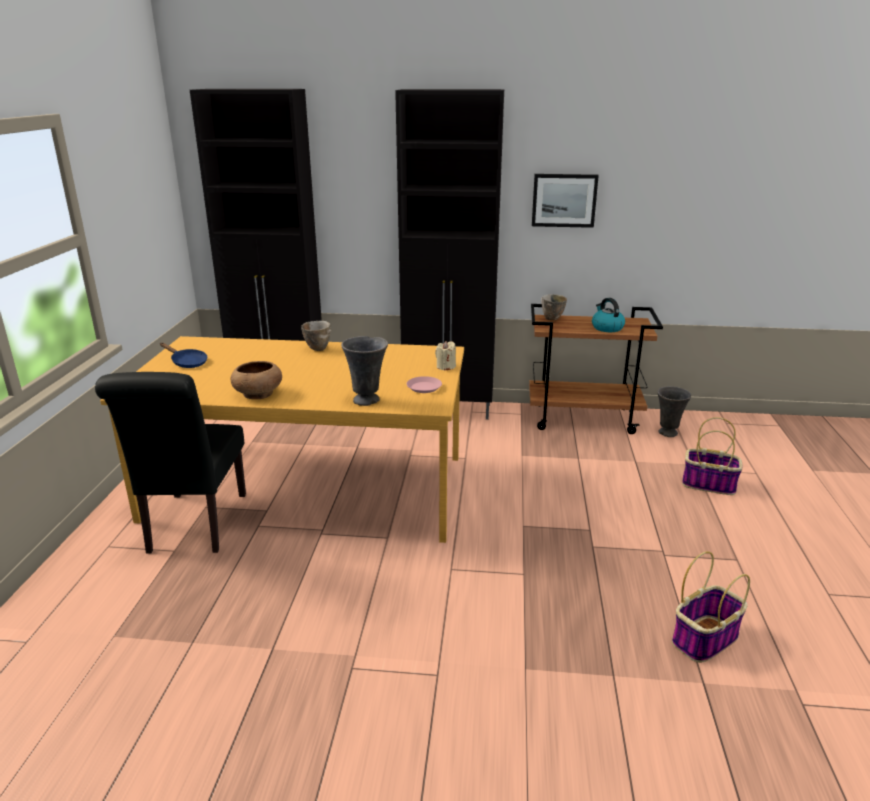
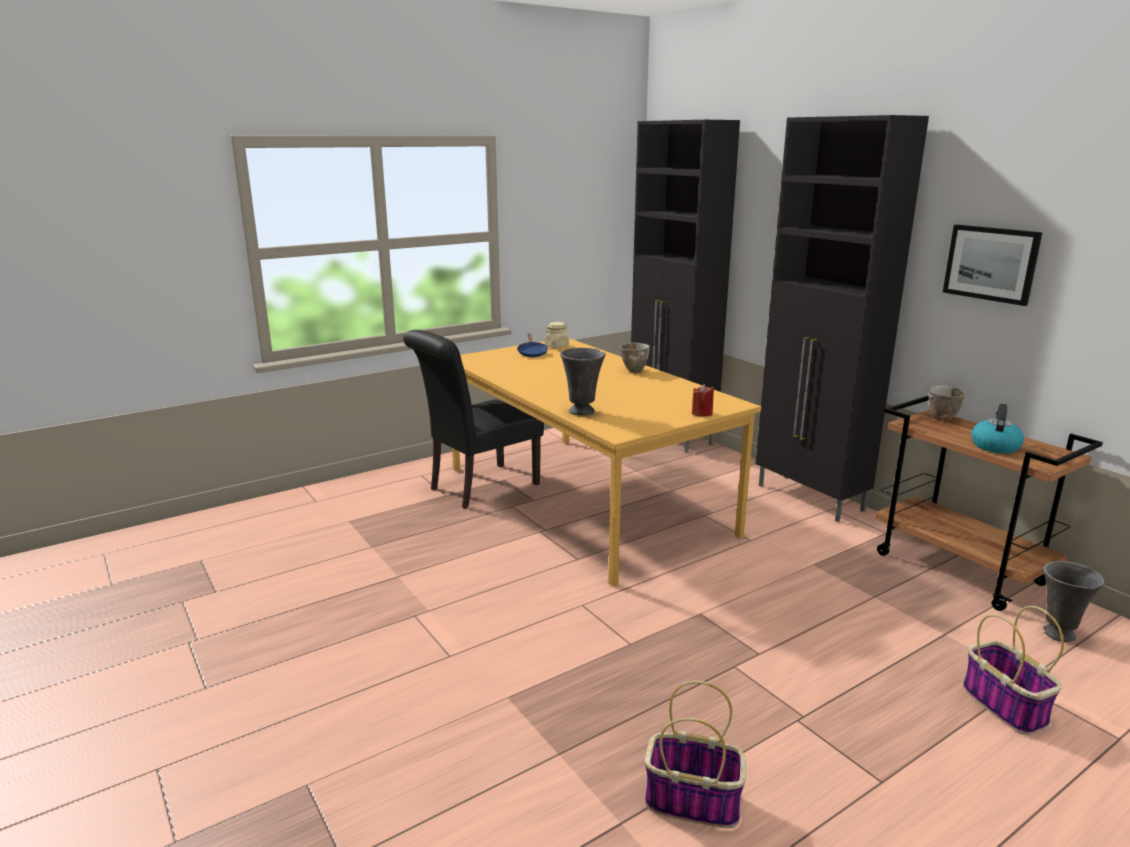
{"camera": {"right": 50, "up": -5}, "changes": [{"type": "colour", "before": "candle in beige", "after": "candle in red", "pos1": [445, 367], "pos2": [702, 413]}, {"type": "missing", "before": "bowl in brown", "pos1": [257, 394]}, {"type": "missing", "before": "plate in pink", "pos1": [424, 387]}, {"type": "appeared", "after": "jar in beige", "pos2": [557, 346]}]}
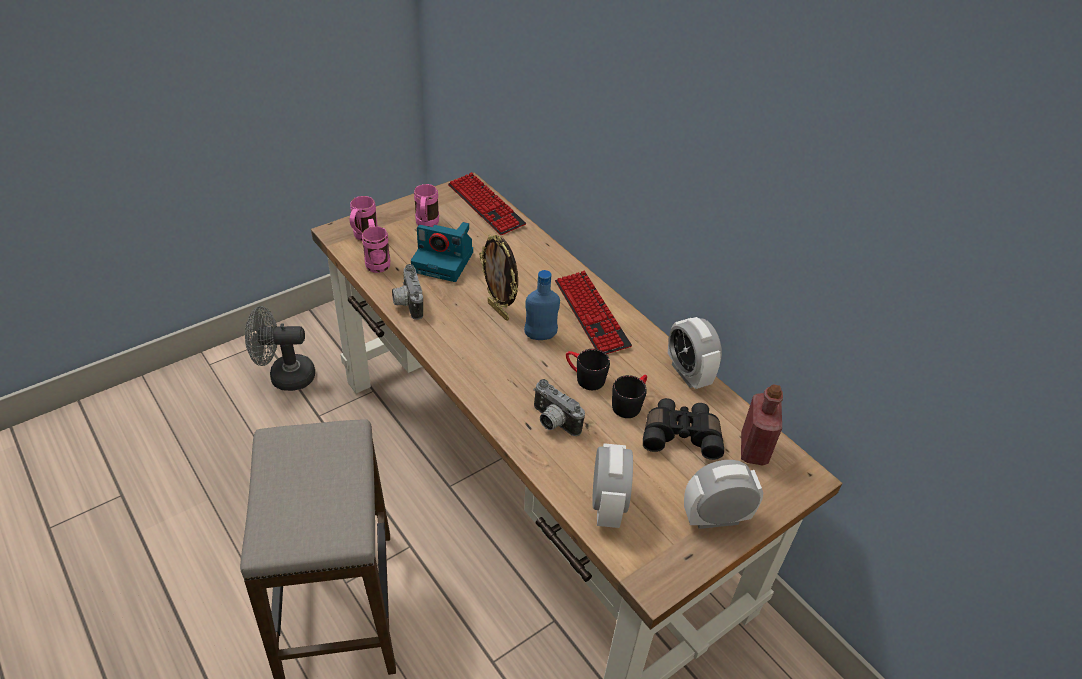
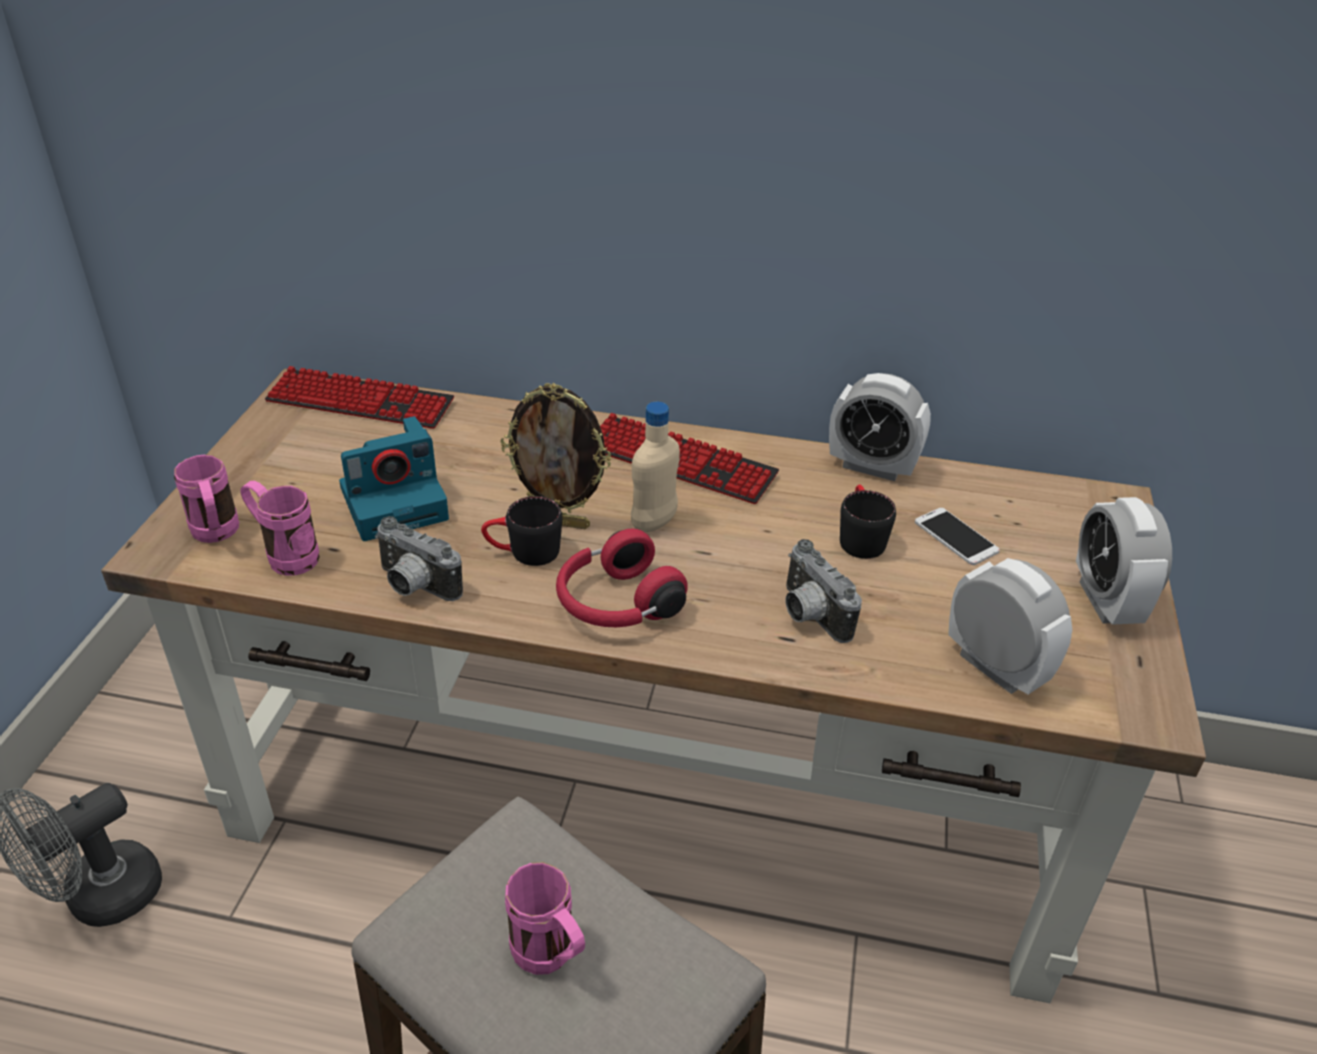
{"camera": {"right": -40, "up": -5}, "changes": [{"type": "relocated", "before": "mug in pink", "pos1": [426, 225], "pos2": [551, 959]}, {"type": "colour", "before": "bottle in blue", "after": "bottle in beige", "pos1": [540, 336], "pos2": [654, 523]}, {"type": "relocated", "before": "mug in black", "pos1": [584, 377], "pos2": [523, 552]}, {"type": "spun", "before": "photo camera", "pos1": [552, 422], "pos2": [809, 615], "turn": 60}, {"type": "missing", "before": "bottle in red", "pos1": [754, 449]}, {"type": "exchanged", "before": "binoculars in black", "after": "phone", "pos1": [681, 435], "pos2": [956, 537]}, {"type": "spun", "before": "alarm clock", "pos1": [715, 518], "pos2": [1105, 601], "turn": -45}, {"type": "appeared", "after": "headphones in red", "pos2": [616, 604]}]}
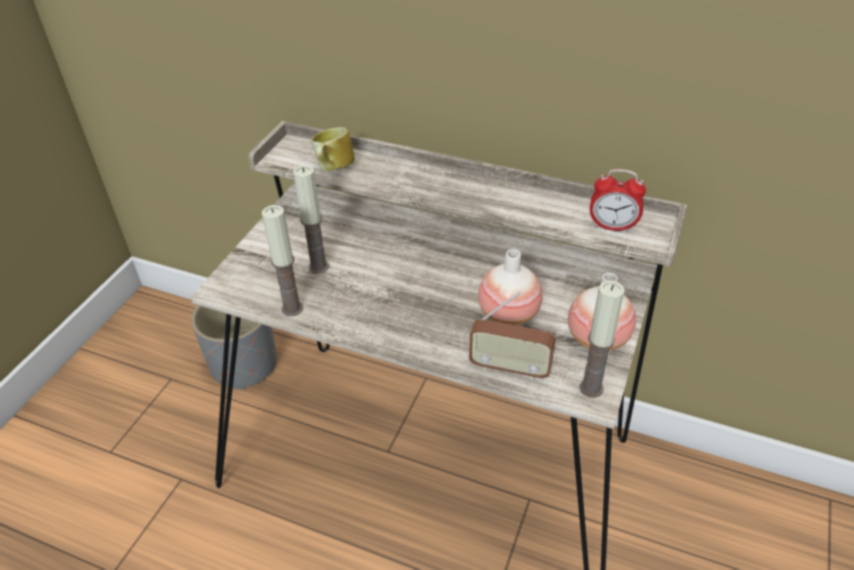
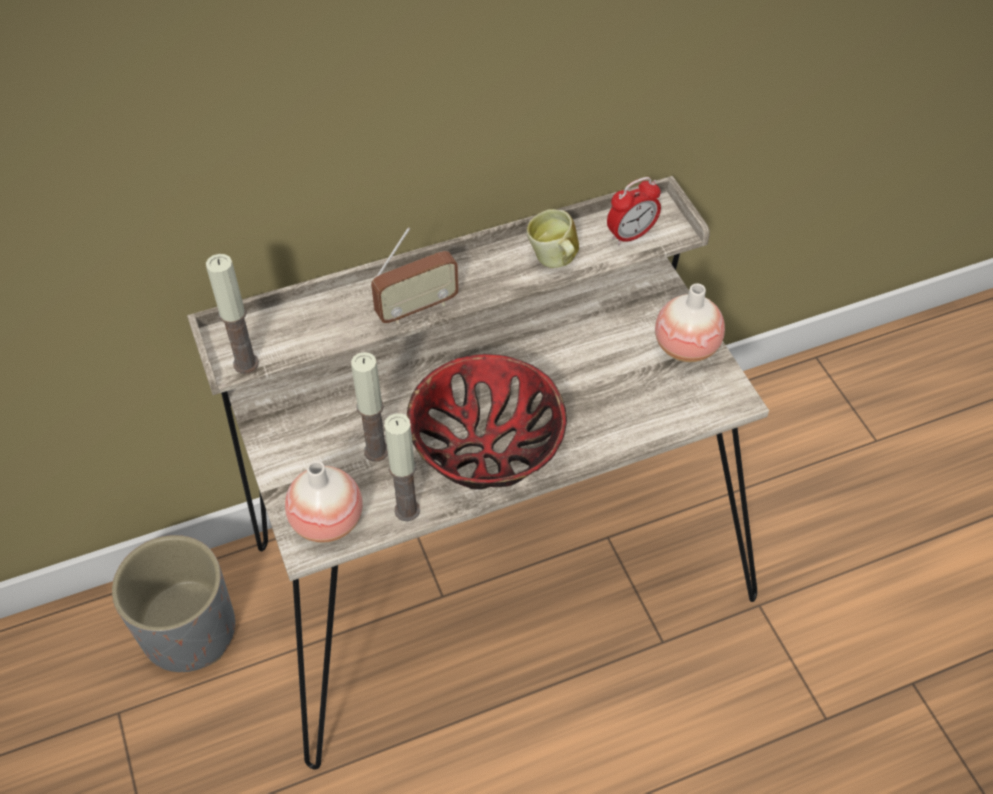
{"camera": {"right": -45, "up": 10}, "changes": [{"type": "relocated", "before": "mug", "pos1": [332, 169], "pos2": [554, 261]}, {"type": "relocated", "before": "vase", "pos1": [508, 314], "pos2": [327, 521]}, {"type": "relocated", "before": "candle", "pos1": [591, 388], "pos2": [246, 363]}, {"type": "relocated", "before": "radio", "pos1": [509, 368], "pos2": [417, 308]}, {"type": "appeared", "after": "bowl", "pos2": [485, 444]}]}
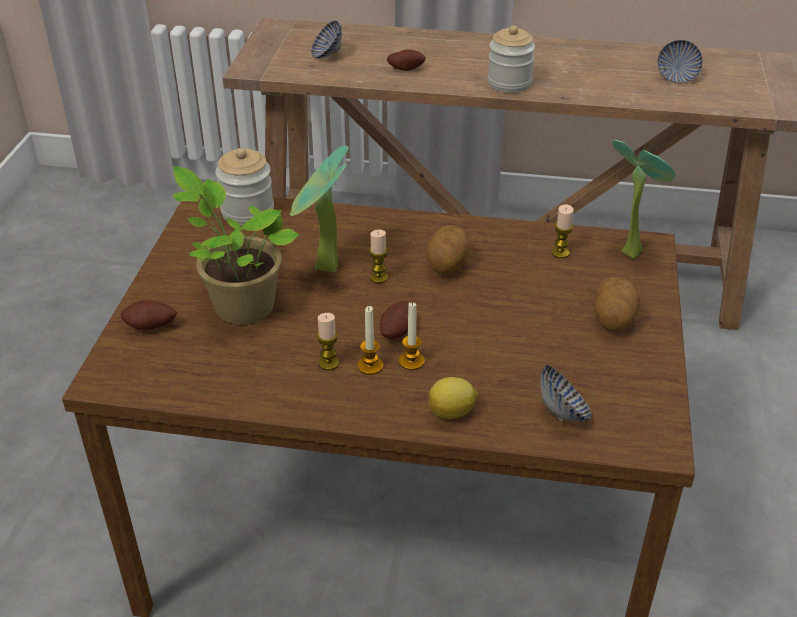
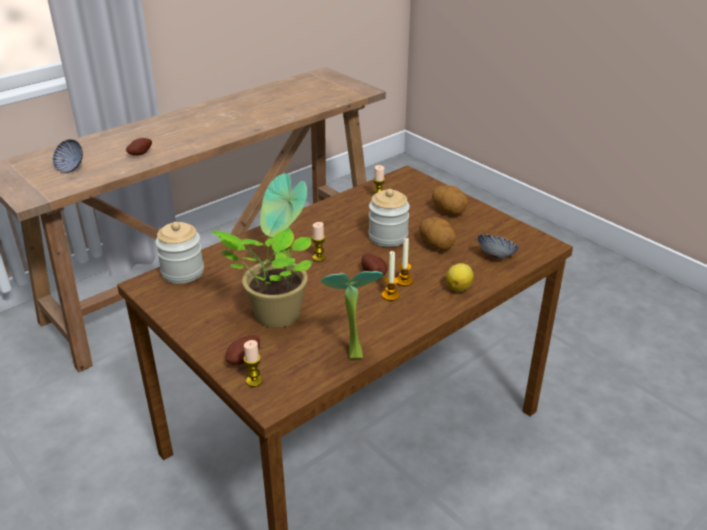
{"camera": {"right": -50, "up": -5}, "changes": [{"type": "relocated", "before": "jar", "pos1": [509, 83], "pos2": [388, 237]}, {"type": "missing", "before": "bowl", "pos1": [676, 77]}, {"type": "relocated", "before": "potted plant", "pos1": [630, 249], "pos2": [351, 352]}, {"type": "relocated", "before": "potato", "pos1": [448, 266], "pos2": [436, 245]}, {"type": "relocated", "before": "candle", "pos1": [328, 363], "pos2": [254, 381]}]}
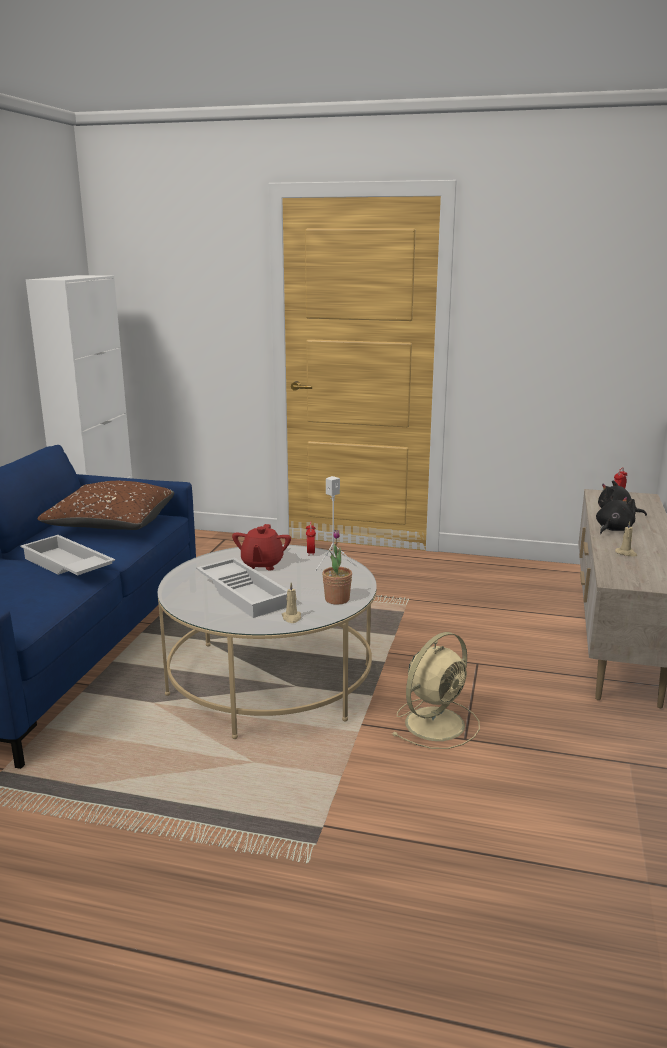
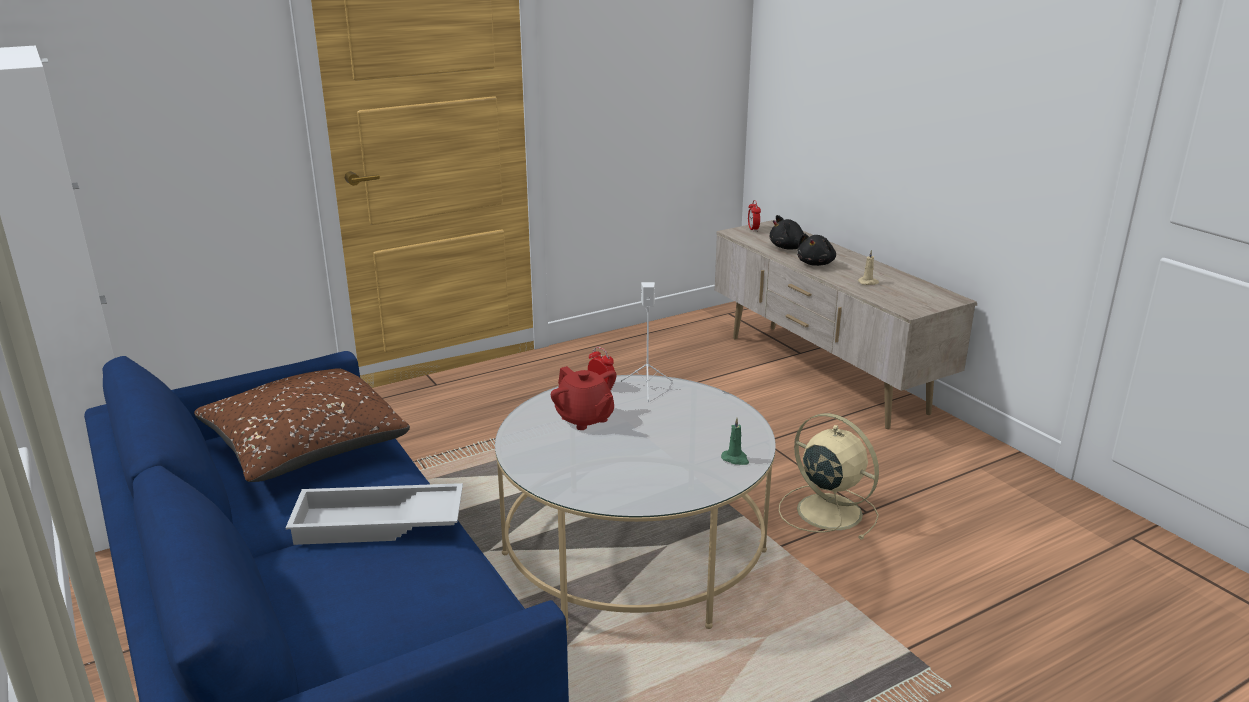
{"camera": {"right": -45, "up": 5}, "changes": [{"type": "spun", "before": "plush toy in black", "pos1": [613, 529], "pos2": [816, 263], "turn": -150}, {"type": "missing", "before": "potted plant", "pos1": [337, 599]}, {"type": "missing", "before": "tray in white", "pos1": [245, 593]}, {"type": "colour", "before": "candle in beige", "after": "candle in green", "pos1": [291, 618], "pos2": [735, 459]}, {"type": "spun", "before": "fan in beige", "pos1": [436, 722], "pos2": [826, 510], "turn": -45}]}
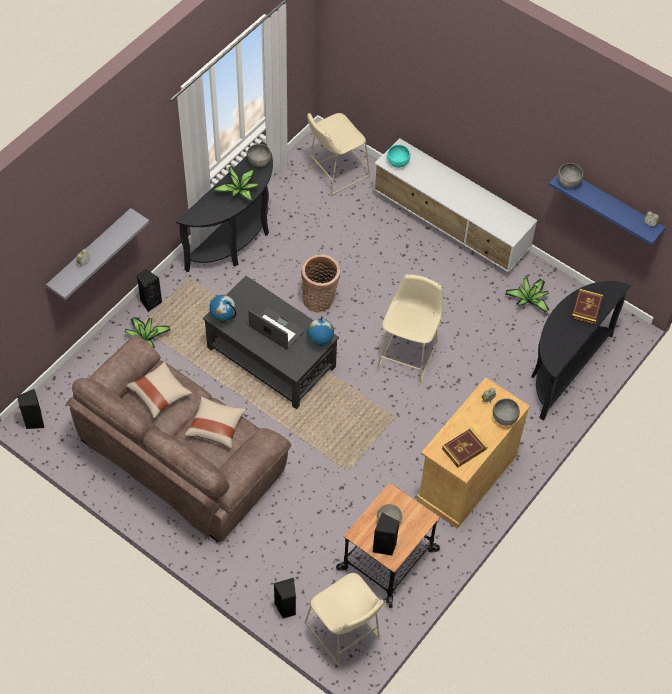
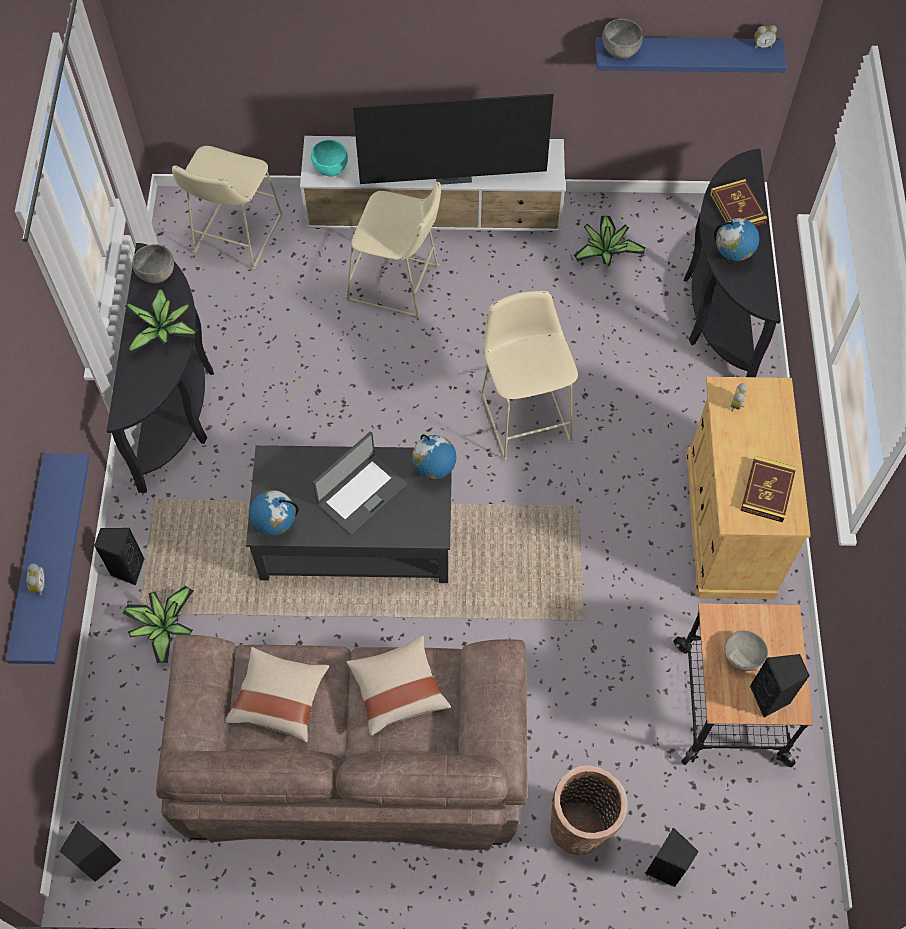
{"camera": {"right": -35, "up": 5}, "changes": [{"type": "colour", "before": "shelf in grey", "after": "shelf in blue", "pos1": [90, 253], "pos2": [32, 563]}, {"type": "relocated", "before": "basket", "pos1": [320, 301], "pos2": [581, 826]}, {"type": "spun", "before": "laptop", "pos1": [276, 329], "pos2": [361, 493], "turn": 135}, {"type": "missing", "before": "bowl in grey", "pos1": [504, 418]}, {"type": "relocated", "before": "stool in beige", "pos1": [344, 634], "pos2": [397, 285]}, {"type": "appeared", "after": "television", "pos2": [453, 174]}, {"type": "appeared", "after": "globe", "pos2": [731, 258]}]}
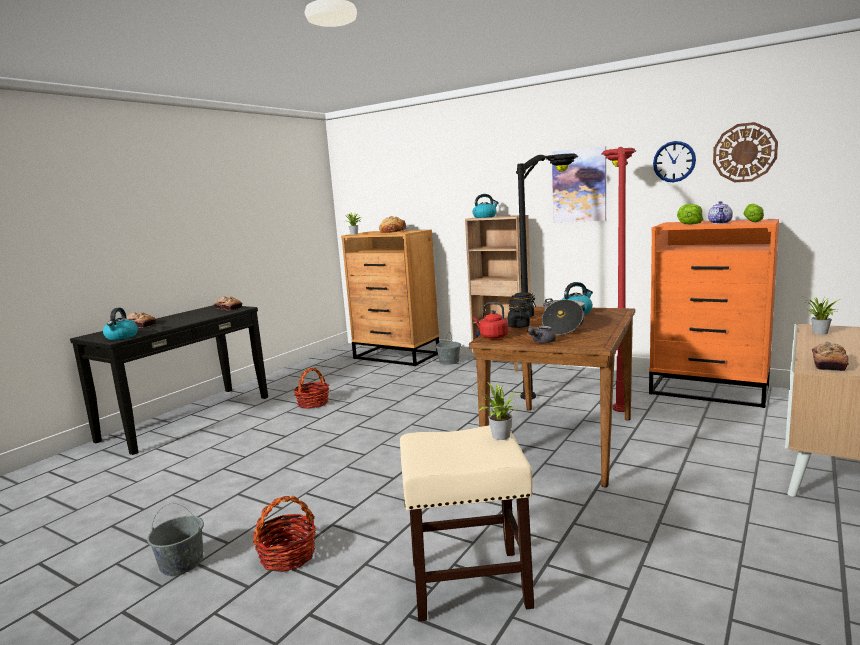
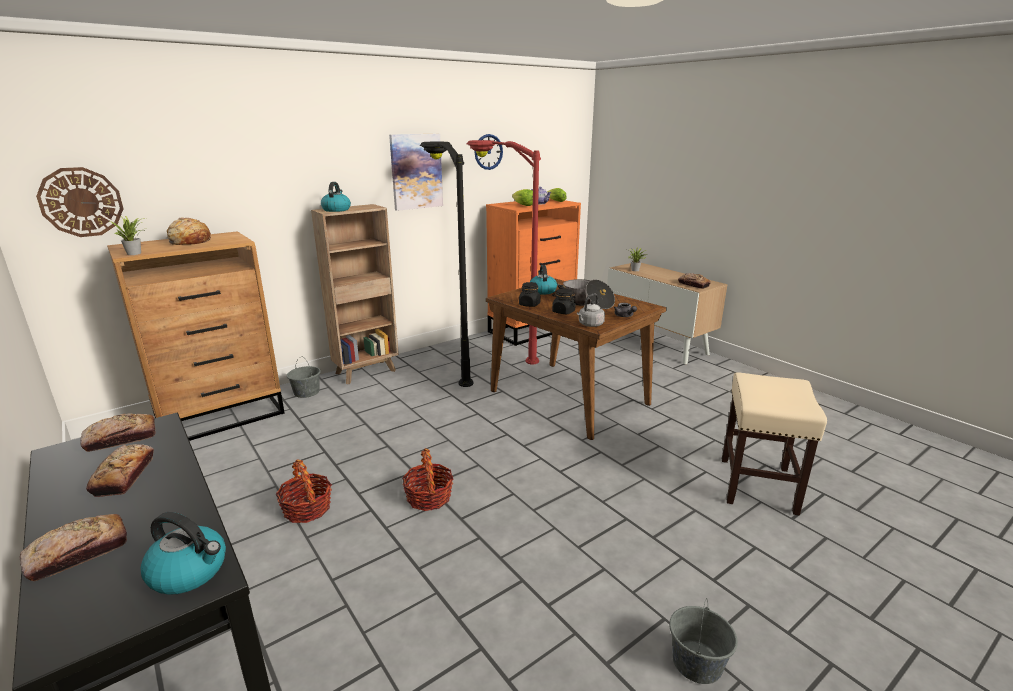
{"camera": {"right": -70, "up": 10}, "changes": [{"type": "relocated", "before": "wall clock", "pos1": [744, 152], "pos2": [81, 202]}, {"type": "colour", "before": "kettle in red", "after": "kettle in grey", "pos1": [492, 337], "pos2": [590, 325]}, {"type": "missing", "before": "potted plant", "pos1": [499, 437]}, {"type": "relocated", "before": "basket", "pos1": [287, 556], "pos2": [429, 497]}, {"type": "appeared", "after": "bread", "pos2": [124, 476]}]}
